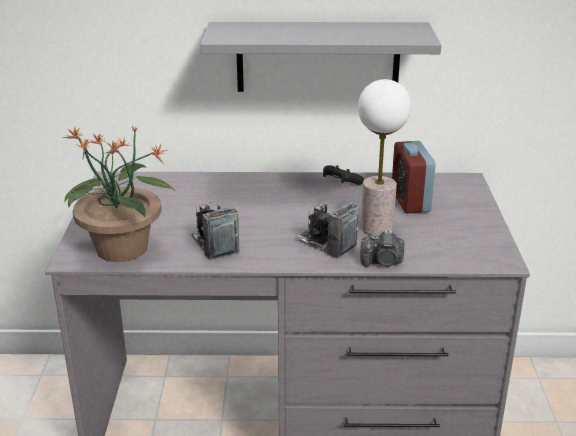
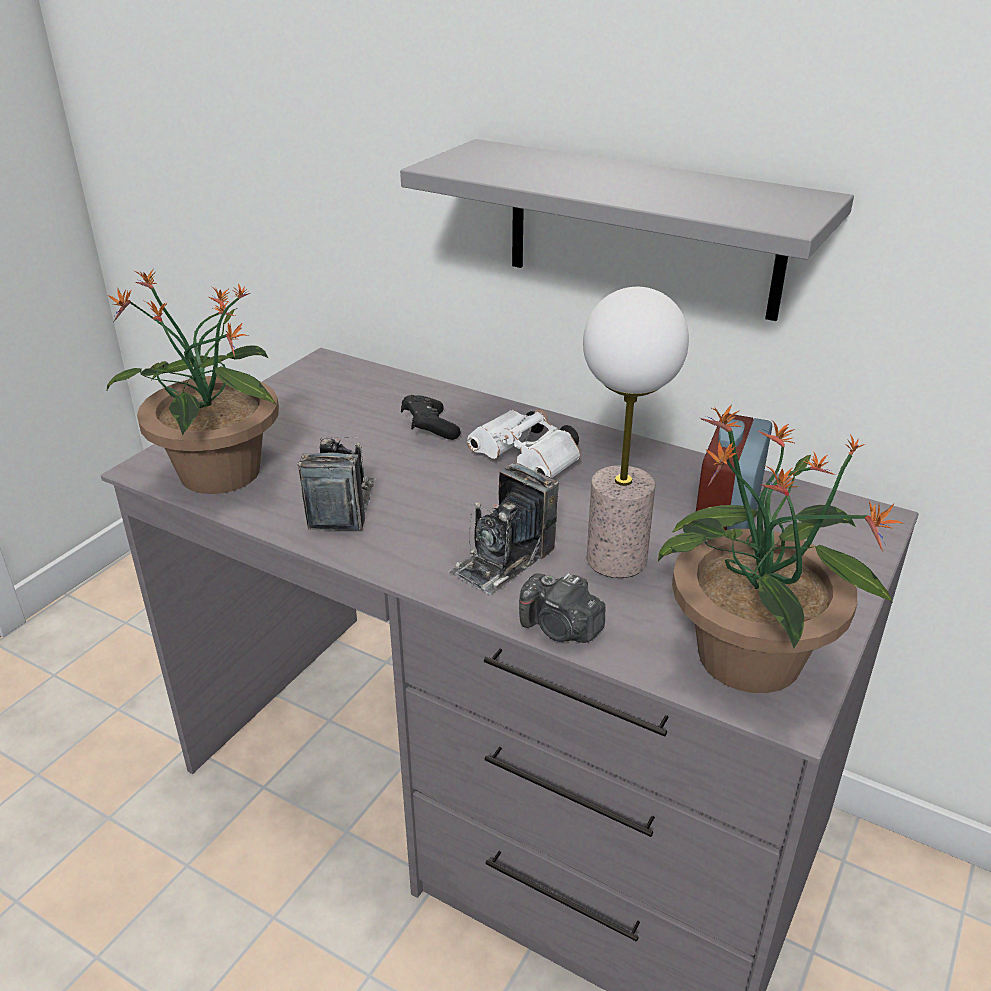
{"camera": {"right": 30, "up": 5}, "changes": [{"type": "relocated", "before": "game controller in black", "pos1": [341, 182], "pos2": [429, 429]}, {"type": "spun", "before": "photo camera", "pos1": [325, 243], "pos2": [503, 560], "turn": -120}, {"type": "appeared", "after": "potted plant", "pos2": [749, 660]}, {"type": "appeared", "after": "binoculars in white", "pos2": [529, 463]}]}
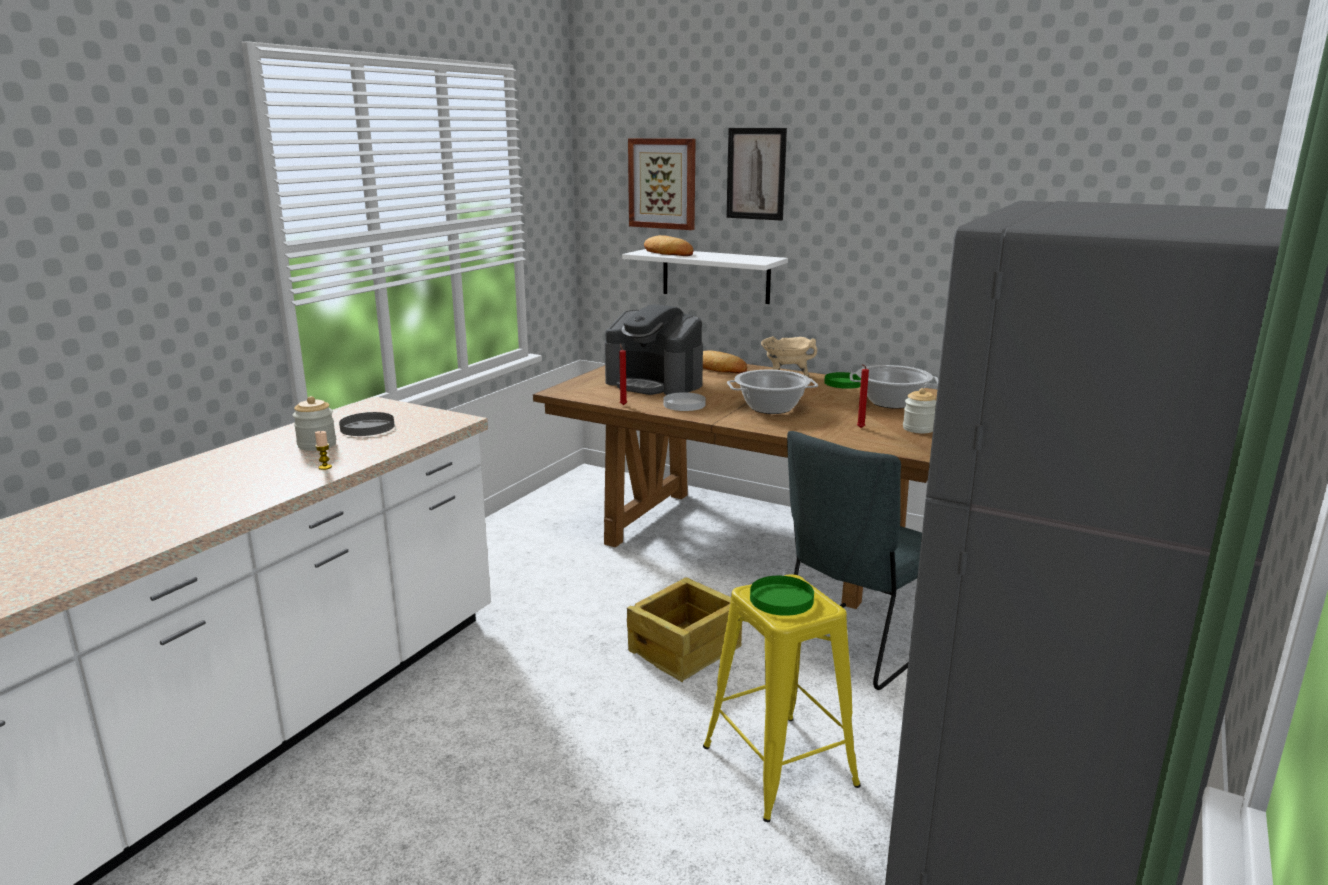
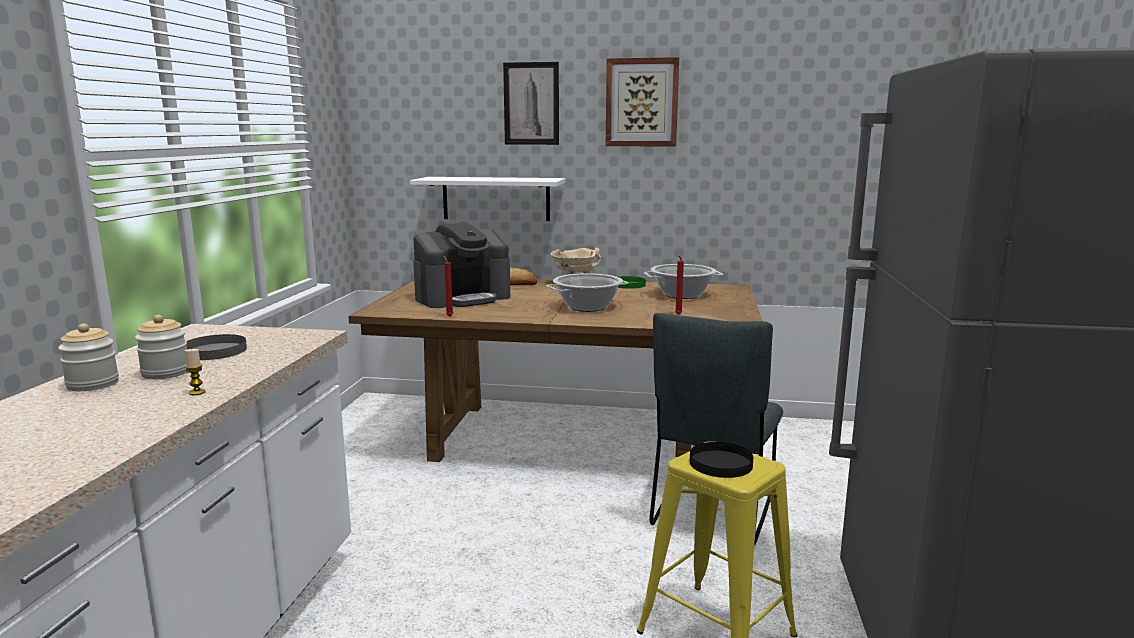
{"camera": {"right": -20, "up": -5}, "changes": [{"type": "relocated", "before": "picture", "pos1": [663, 183], "pos2": [642, 102]}, {"type": "missing", "before": "bread", "pos1": [668, 253]}, {"type": "spun", "before": "coffee machine", "pos1": [655, 383], "pos2": [463, 298], "turn": -45}, {"type": "relocated", "before": "jar", "pos1": [918, 429], "pos2": [93, 384]}, {"type": "missing", "before": "plate in white", "pos1": [684, 404]}, {"type": "colour", "before": "plate in green", "after": "plate in black", "pos1": [782, 599], "pos2": [721, 463]}, {"type": "missing", "before": "crate", "pos1": [686, 649]}]}
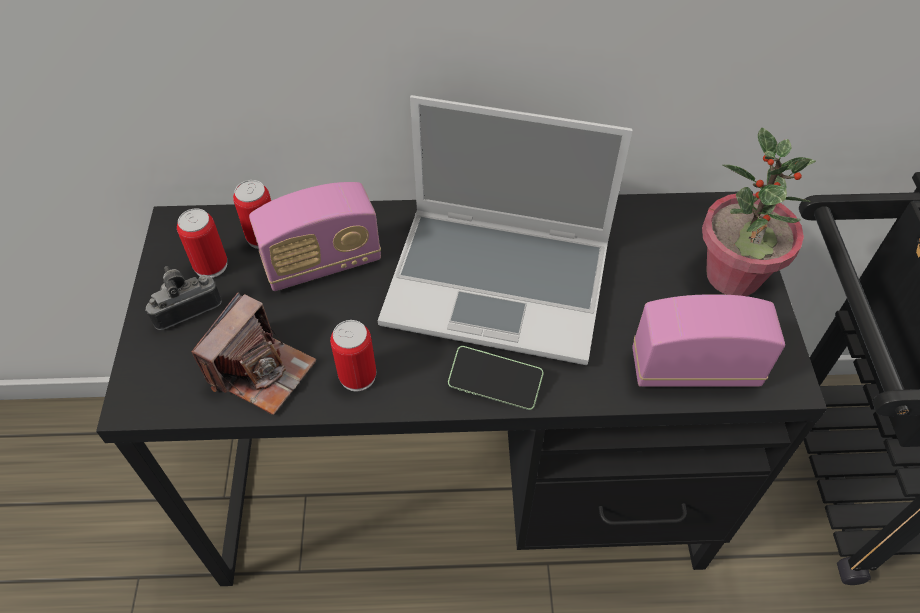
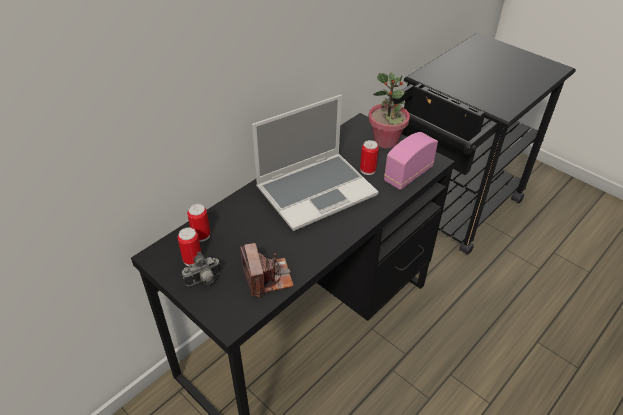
{"camera": {"right": -45, "up": -10}, "changes": [{"type": "missing", "before": "radio", "pos1": [322, 263]}, {"type": "spun", "before": "photo camera", "pos1": [186, 308], "pos2": [204, 280], "turn": -135}, {"type": "relocated", "before": "can", "pos1": [357, 376], "pos2": [368, 170]}, {"type": "missing", "before": "phone", "pos1": [495, 384]}]}
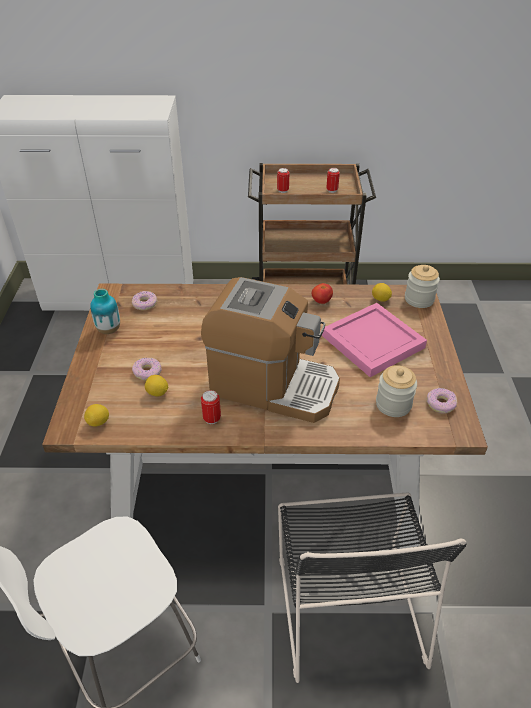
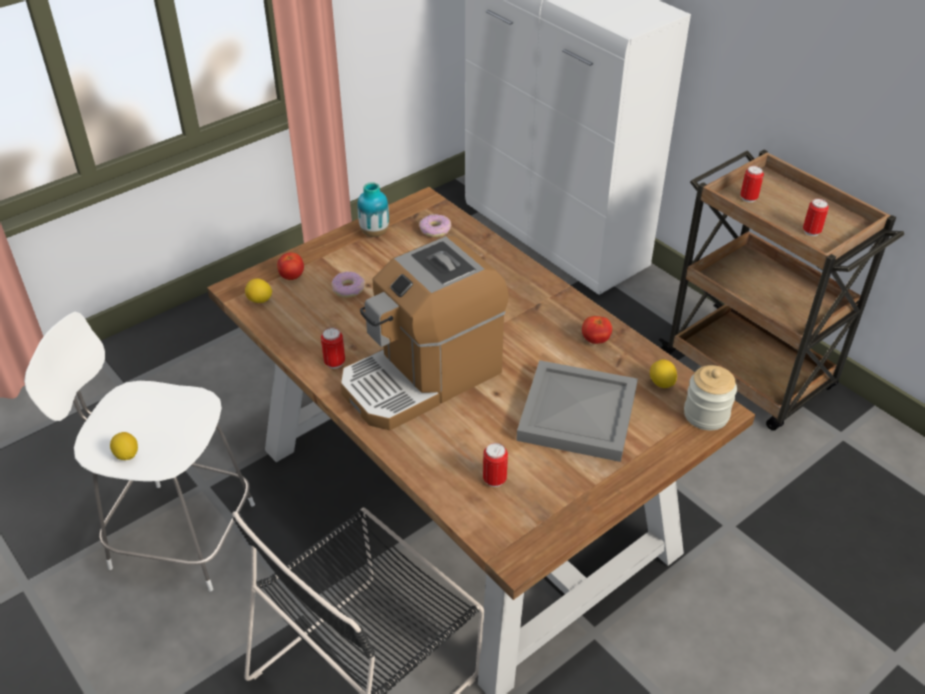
{"camera": {"right": 50, "up": 0}, "changes": [{"type": "spun", "before": "coffee machine", "pos1": [273, 385], "pos2": [422, 377], "turn": 75}, {"type": "colour", "before": "tray in pink", "after": "tray in grey", "pos1": [371, 341], "pos2": [576, 412]}, {"type": "exchanged", "before": "jar", "after": "can", "pos1": [393, 404], "pos2": [494, 480]}, {"type": "relocated", "before": "lemon", "pos1": [157, 393], "pos2": [127, 455]}, {"type": "missing", "before": "donut", "pos1": [440, 404]}, {"type": "appeared", "after": "tomato", "pos2": [292, 276]}]}
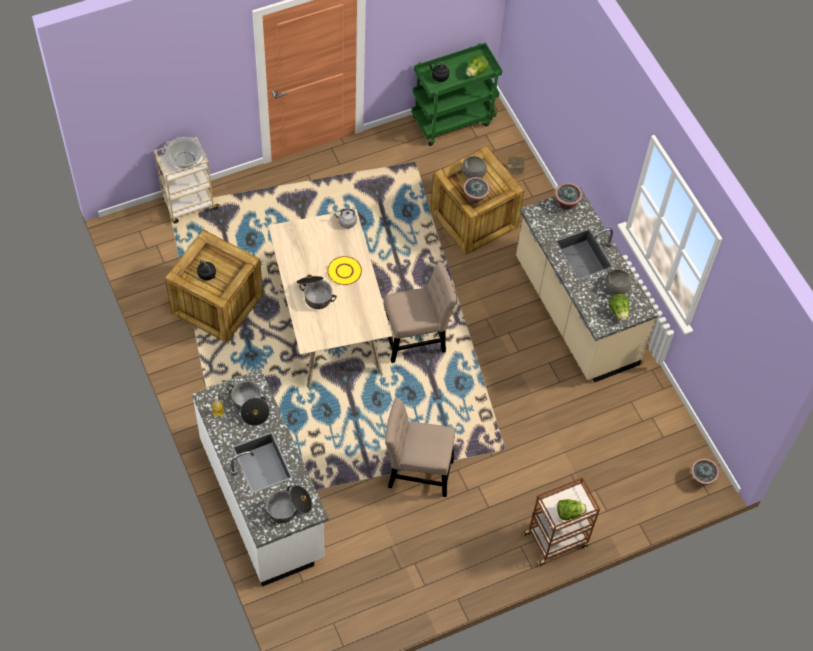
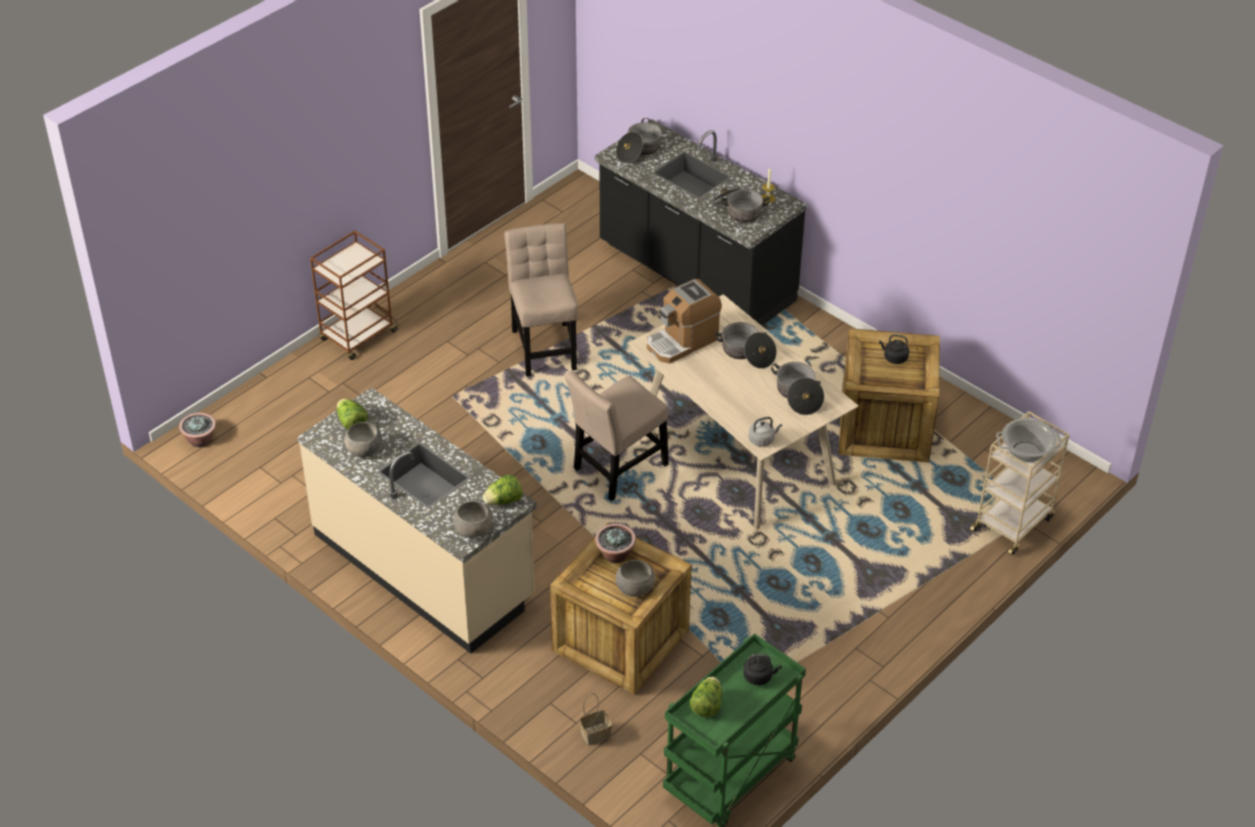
{"camera": {"right": 160, "up": -15}, "changes": [{"type": "exchanged", "before": "potted plant", "after": "bowl in grey", "pos1": [566, 203], "pos2": [474, 529]}, {"type": "missing", "before": "plate in yellow", "pos1": [344, 271]}, {"type": "colour", "before": "counter in white", "after": "counter in black", "pos1": [263, 500], "pos2": [695, 275]}, {"type": "spun", "before": "chair in beige", "pos1": [416, 472], "pos2": [544, 346], "turn": -90}, {"type": "relocated", "before": "lettuce", "pos1": [569, 513], "pos2": [503, 501]}, {"type": "appeared", "after": "coffee machine", "pos2": [682, 341]}, {"type": "appeared", "after": "cooking pot", "pos2": [798, 395]}]}
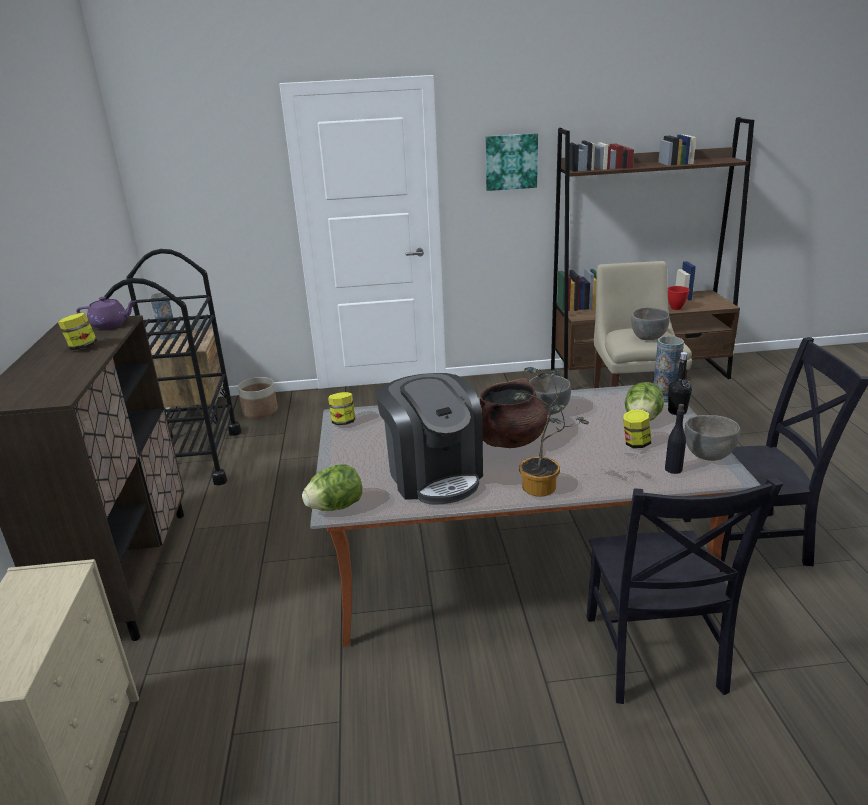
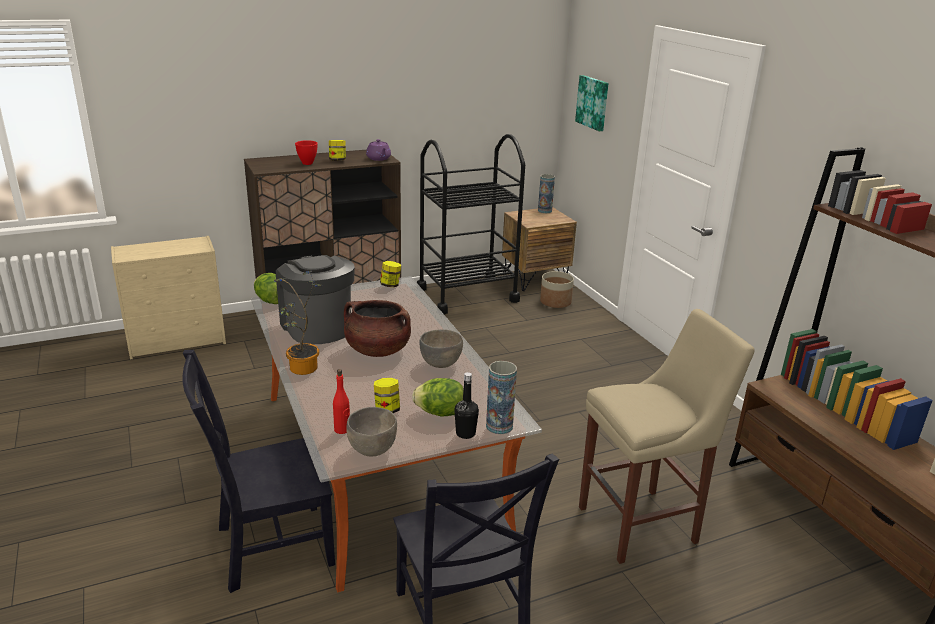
{"camera": {"right": 70, "up": 0}, "changes": [{"type": "relocated", "before": "picture", "pos1": [511, 161], "pos2": [593, 102]}, {"type": "relocated", "before": "bowl in red", "pos1": [676, 308], "pos2": [307, 163]}, {"type": "missing", "before": "bowl in grey", "pos1": [648, 337]}, {"type": "spun", "before": "coffee machine", "pos1": [433, 475], "pos2": [317, 326], "turn": 105}, {"type": "colour", "before": "bottle in black", "after": "bottle in red", "pos1": [673, 469], "pos2": [342, 429]}]}
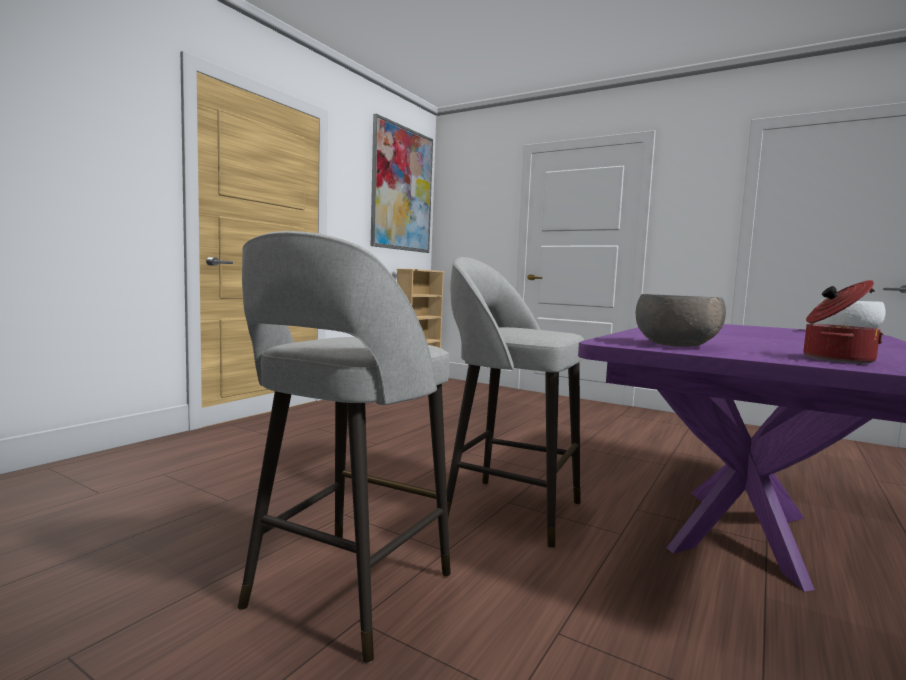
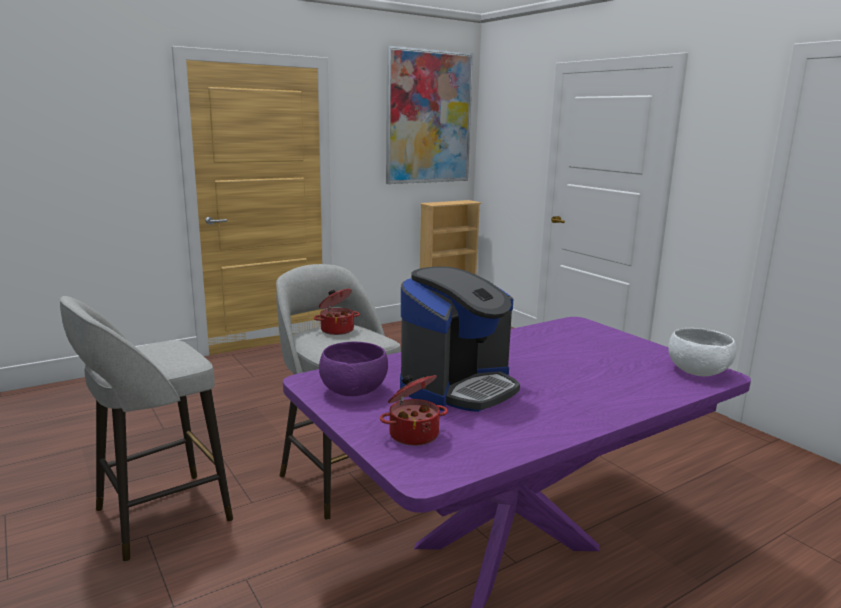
{"camera": {"right": 25, "up": 10}, "changes": [{"type": "colour", "before": "bowl in grey", "after": "bowl in purple", "pos1": [676, 345], "pos2": [353, 390]}, {"type": "appeared", "after": "coffee machine", "pos2": [458, 387]}, {"type": "appeared", "after": "cooking pot", "pos2": [337, 330]}]}
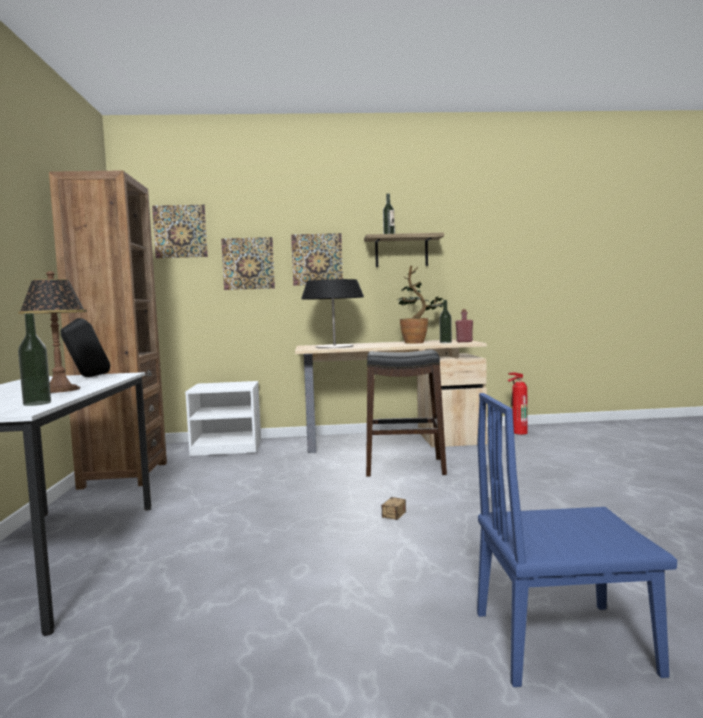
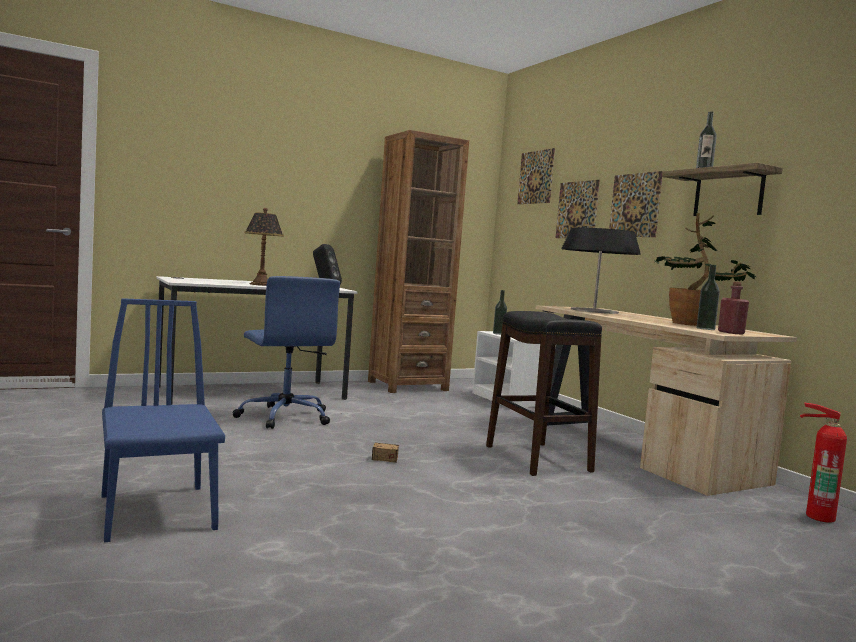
{"camera": {"right": 65, "up": 0}, "changes": [{"type": "relocated", "before": "bottle", "pos1": [37, 403], "pos2": [498, 334]}, {"type": "appeared", "after": "office chair in blue", "pos2": [284, 417]}]}
